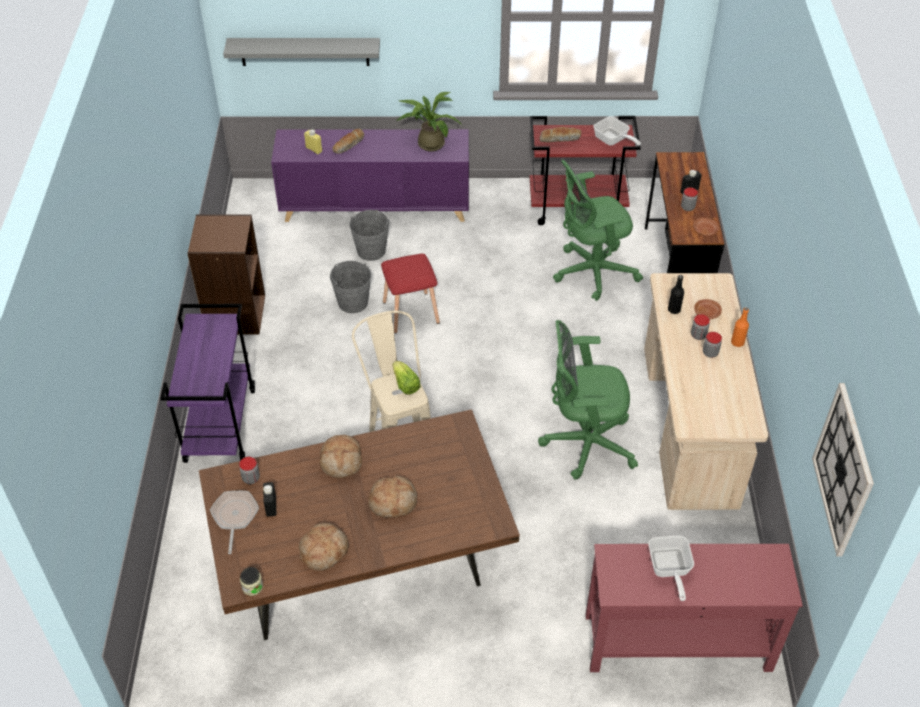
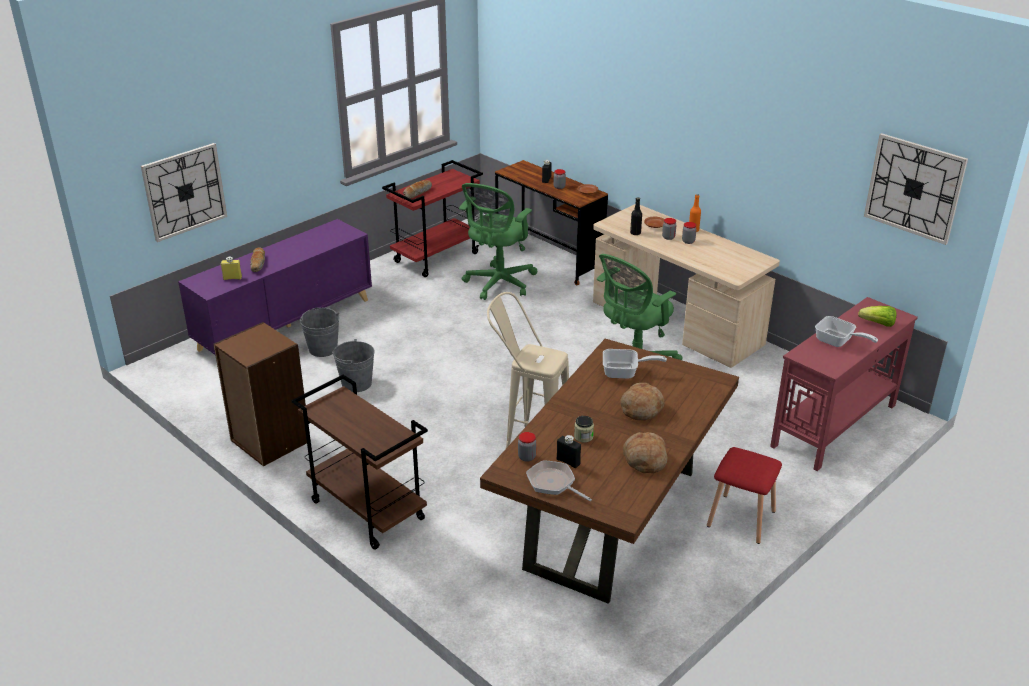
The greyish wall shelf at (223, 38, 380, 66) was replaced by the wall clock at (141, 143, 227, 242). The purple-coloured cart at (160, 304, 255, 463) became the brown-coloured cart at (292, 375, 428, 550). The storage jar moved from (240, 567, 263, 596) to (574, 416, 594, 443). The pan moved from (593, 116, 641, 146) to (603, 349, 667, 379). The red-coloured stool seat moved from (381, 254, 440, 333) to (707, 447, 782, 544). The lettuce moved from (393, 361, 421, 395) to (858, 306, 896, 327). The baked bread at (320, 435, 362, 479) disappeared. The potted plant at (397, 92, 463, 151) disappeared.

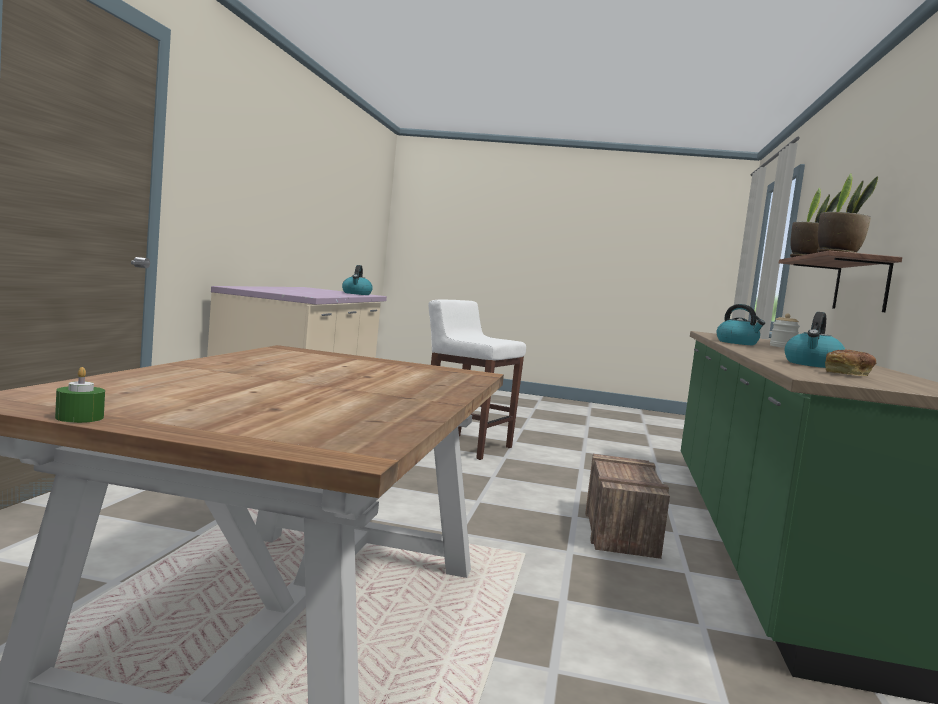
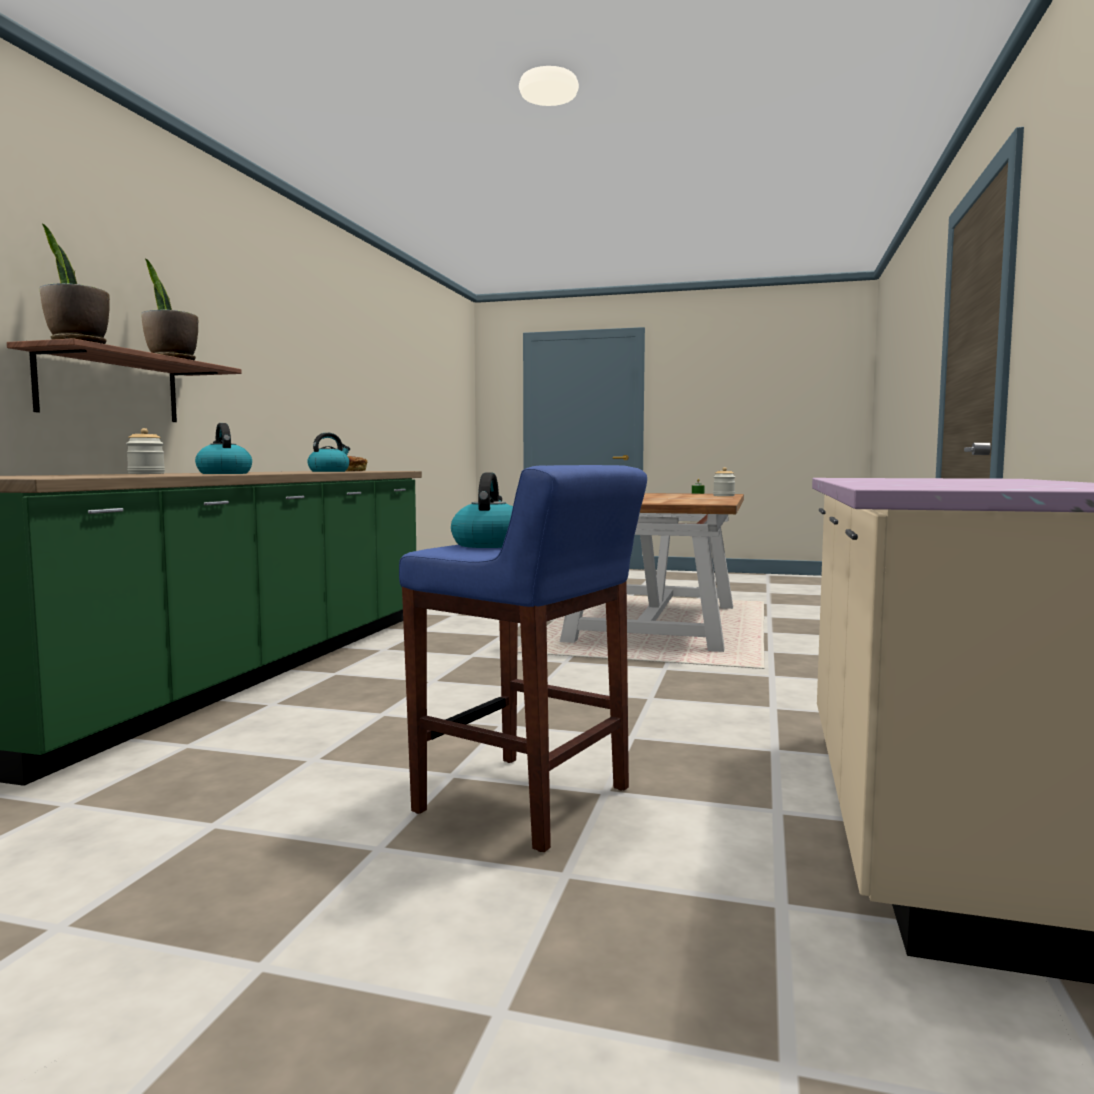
The white-coloured stool seat at (428, 299, 526, 460) became the blue-coloured stool seat at (399, 465, 647, 852). The water kettle moved from (342, 265, 373, 295) to (451, 472, 513, 548). The storage jar at (713, 467, 735, 496) appeared. The packing crate at (585, 454, 670, 559) disappeared.

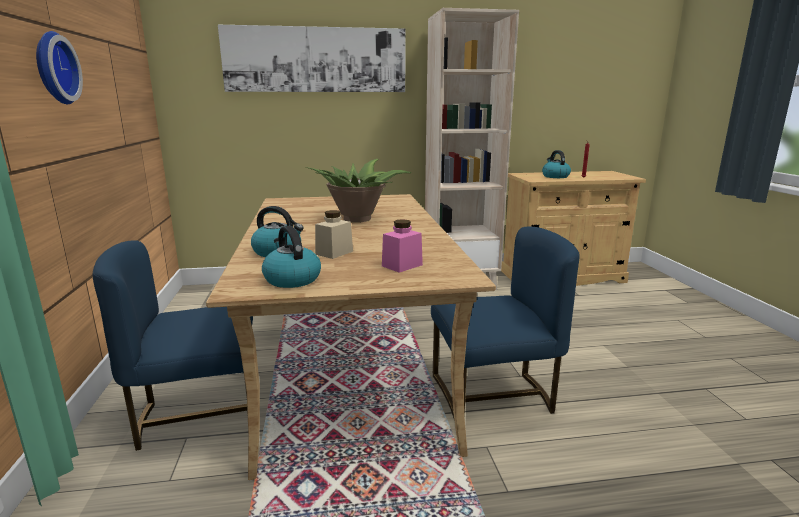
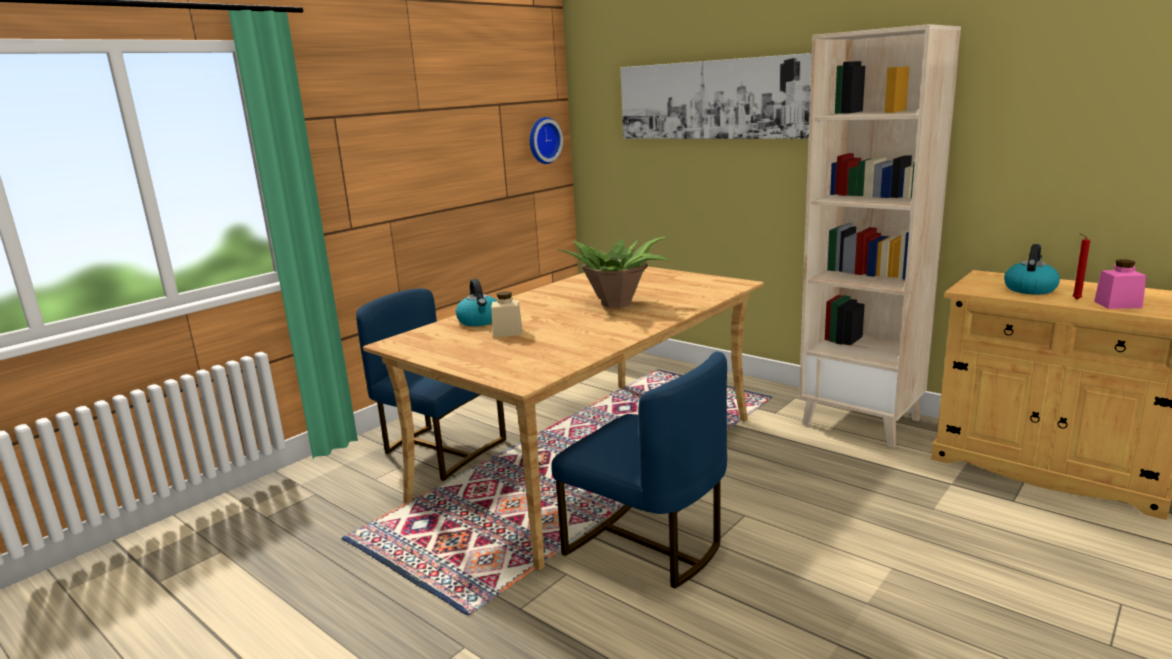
The wall clock moved from (36, 31, 83, 104) to (530, 117, 563, 164). The pinkish storage jar moved from (382, 219, 423, 273) to (1094, 259, 1147, 309). The water kettle at (262, 226, 321, 288) disappeared.

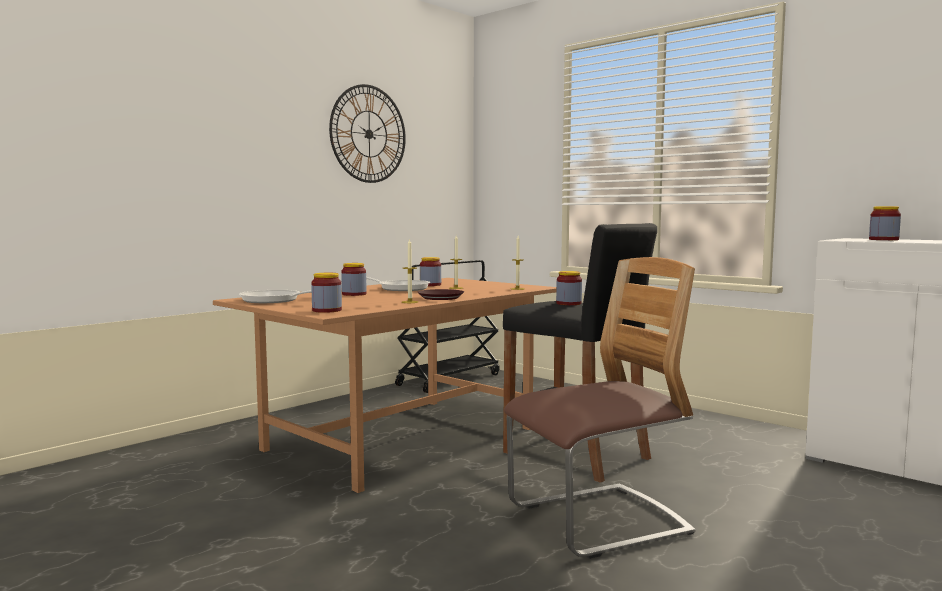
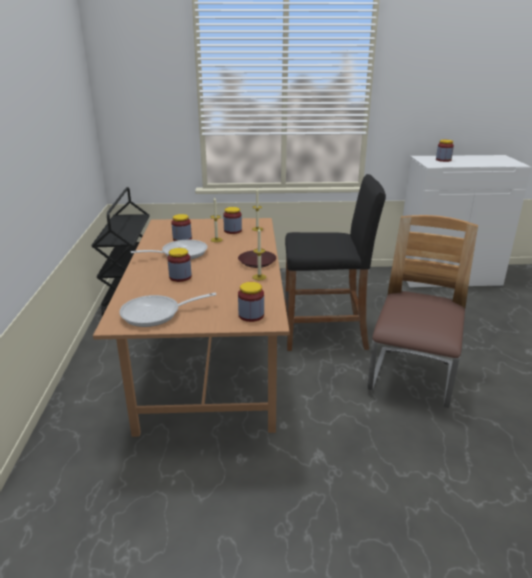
The storage jar moved from (556, 271, 582, 305) to (223, 207, 242, 234). The wall clock at (329, 84, 406, 183) disappeared.

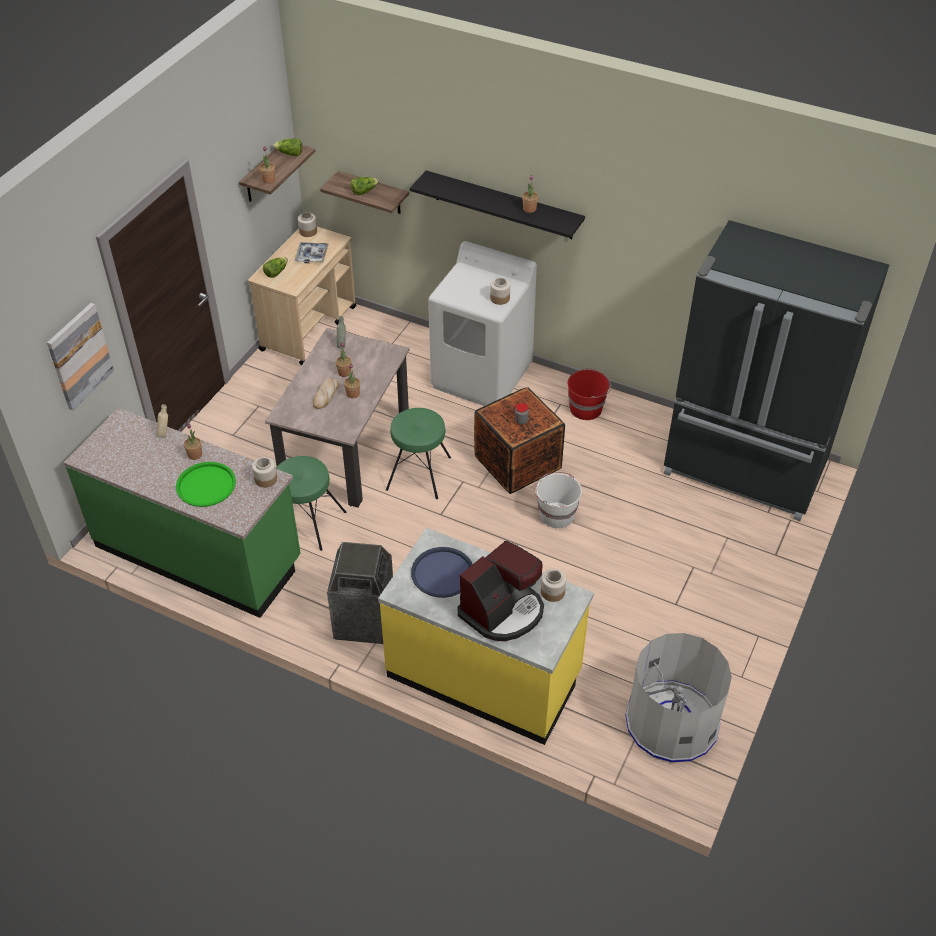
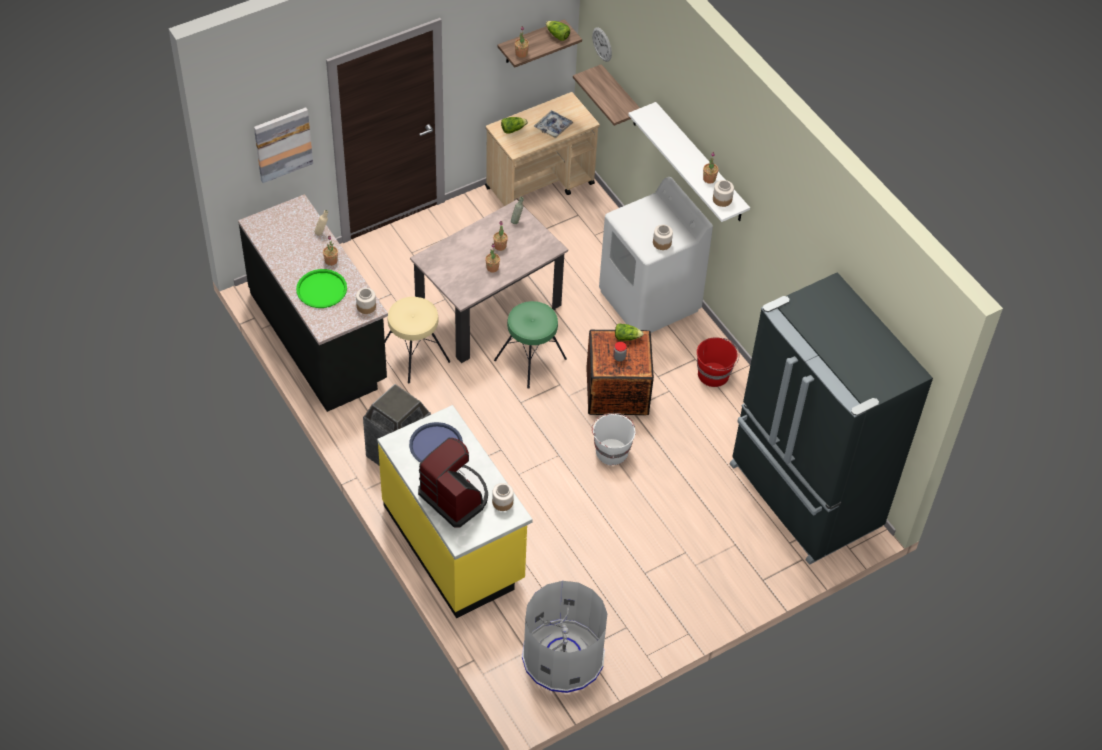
The greenish kitchen counter at (64, 408, 301, 618) became the blackish kitchen counter at (238, 194, 388, 412). The greenish stool seat at (276, 456, 346, 551) became the beige stool seat at (385, 297, 450, 383). The coffee machine at (458, 541, 544, 641) turned 120 degrees counterclockwise. The wall clock at (592, 27, 612, 62) appeared. The lettuce moved from (350, 177, 379, 195) to (615, 323, 644, 341). The blackish wall shelf at (410, 170, 585, 239) became the white-coloured wall shelf at (628, 102, 750, 222). The storage jar moved from (298, 212, 317, 237) to (713, 180, 734, 207). The baked bread at (313, 378, 339, 409) disappeared.

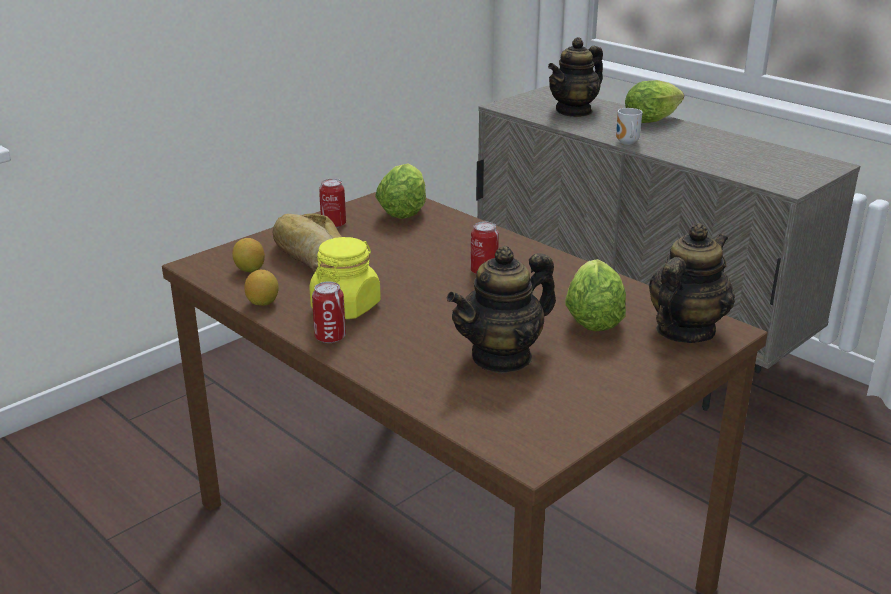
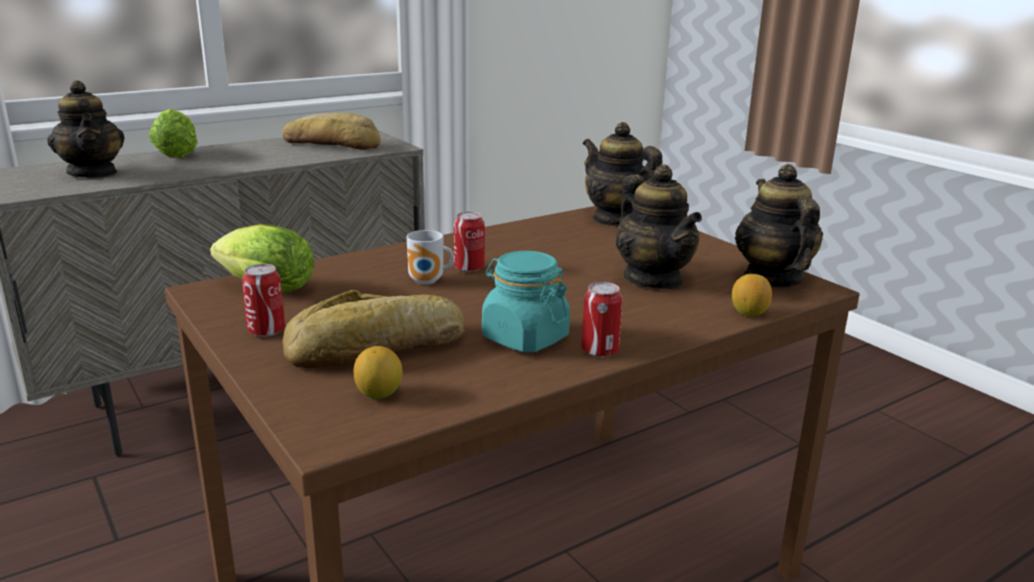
The baked bread at (282, 113, 381, 150) appeared. The tea mug moved from (616, 108, 642, 145) to (407, 230, 454, 285). The yellowish storage jar at (309, 237, 381, 319) became the turquoise storage jar at (482, 251, 570, 353). The lemon moved from (244, 270, 279, 306) to (732, 274, 772, 316). The teapot at (735, 164, 823, 288) appeared. The lettuce at (565, 259, 626, 332) disappeared.

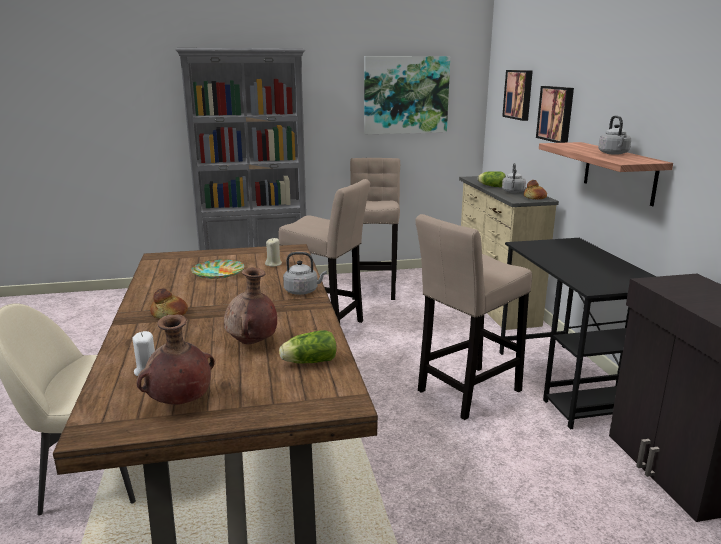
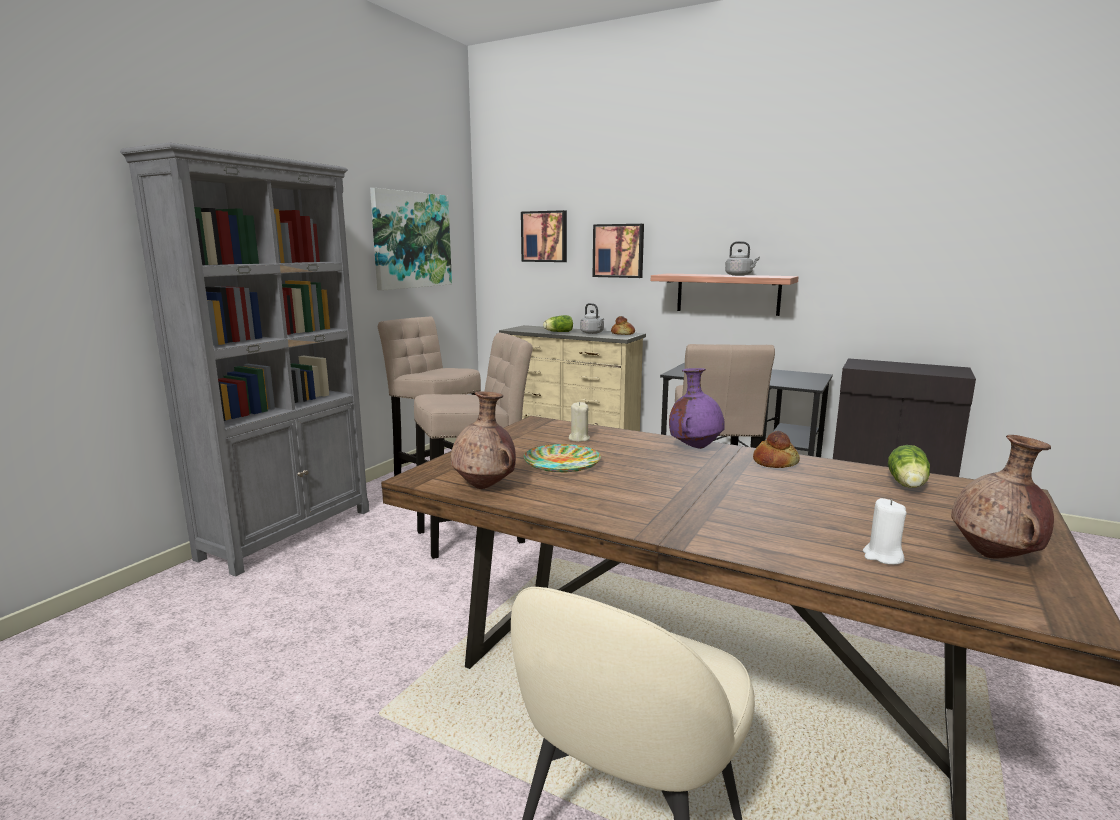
The brown-coloured flower vase moved from (224, 268, 277, 345) to (451, 391, 516, 489). The greyish water kettle at (283, 252, 327, 295) was replaced by the purple-coloured flower vase at (669, 368, 725, 449). The baked bread moved from (150, 289, 188, 319) to (753, 431, 800, 468).

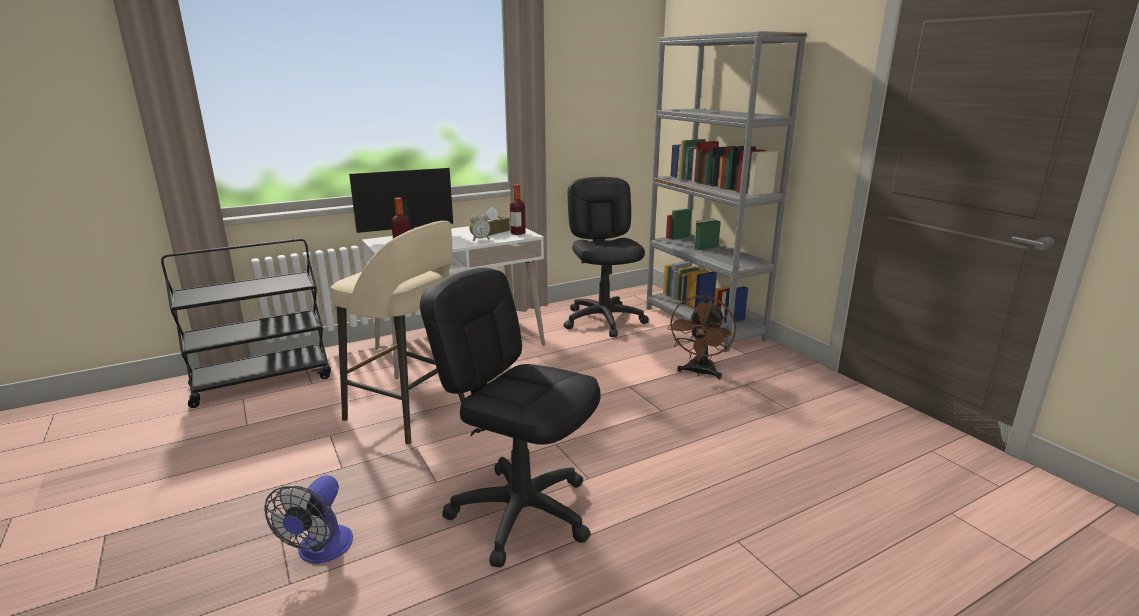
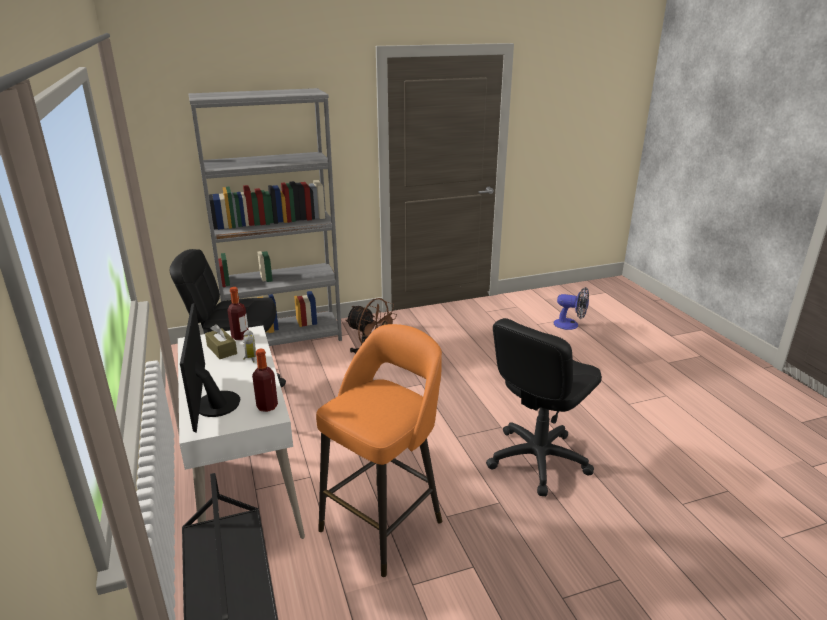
The beige stool seat at (331, 221, 465, 444) became the orange-coloured stool seat at (316, 324, 442, 577). The fan moved from (265, 475, 353, 563) to (554, 287, 589, 330).

